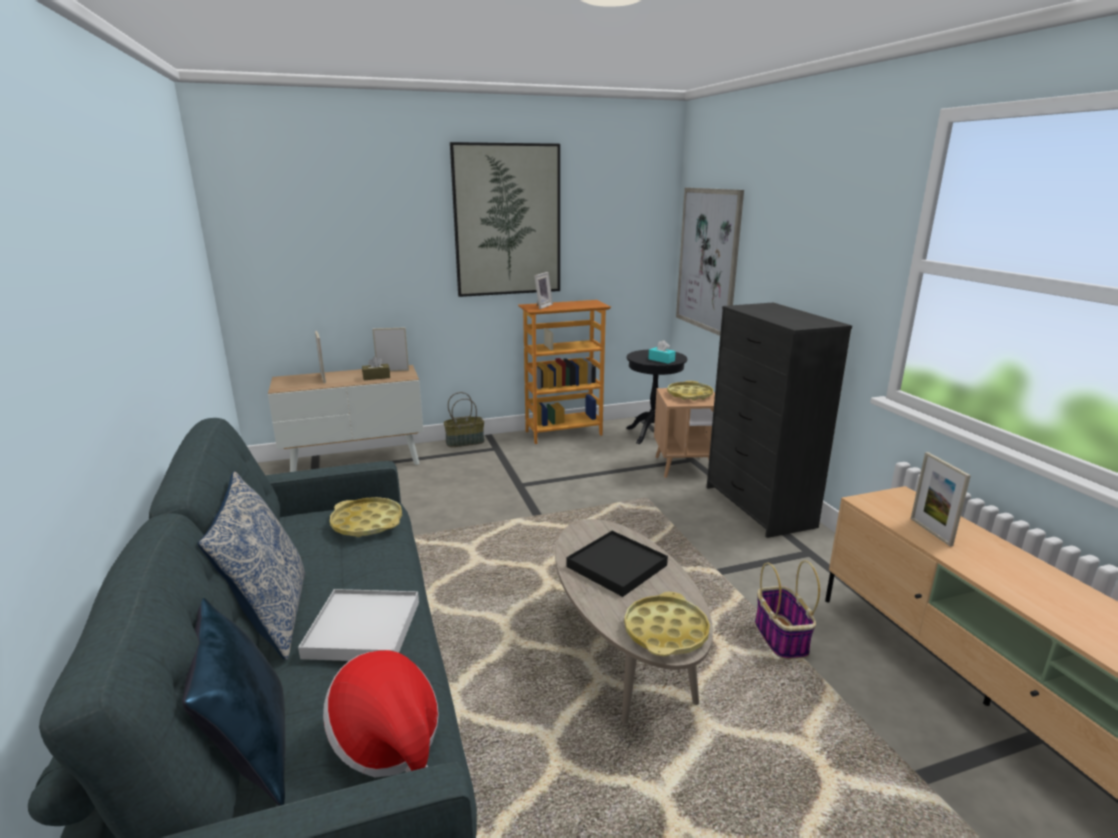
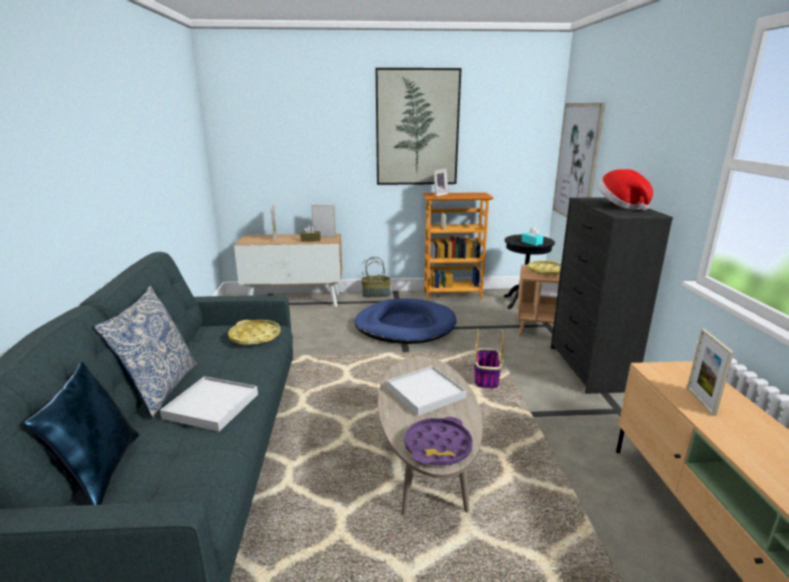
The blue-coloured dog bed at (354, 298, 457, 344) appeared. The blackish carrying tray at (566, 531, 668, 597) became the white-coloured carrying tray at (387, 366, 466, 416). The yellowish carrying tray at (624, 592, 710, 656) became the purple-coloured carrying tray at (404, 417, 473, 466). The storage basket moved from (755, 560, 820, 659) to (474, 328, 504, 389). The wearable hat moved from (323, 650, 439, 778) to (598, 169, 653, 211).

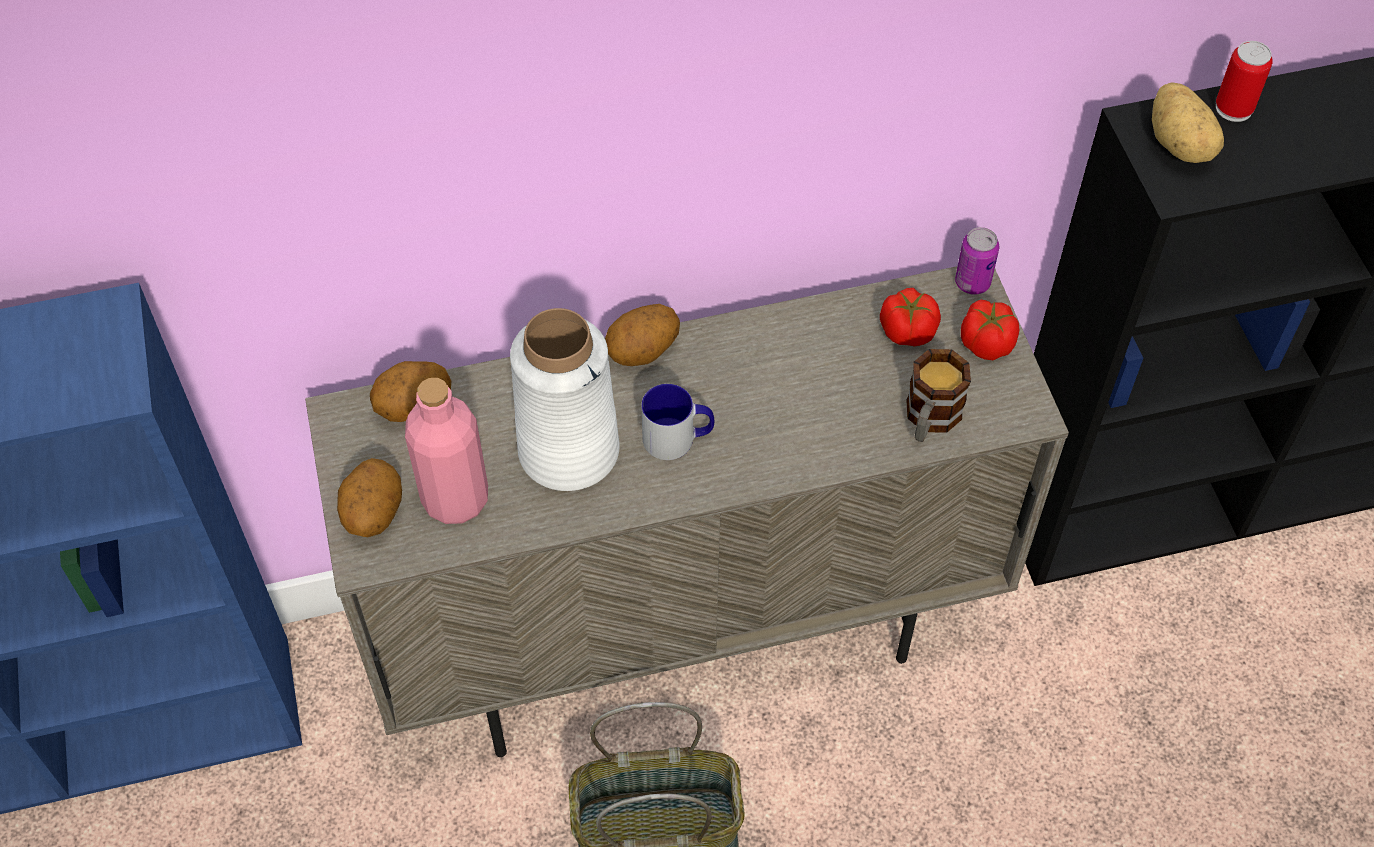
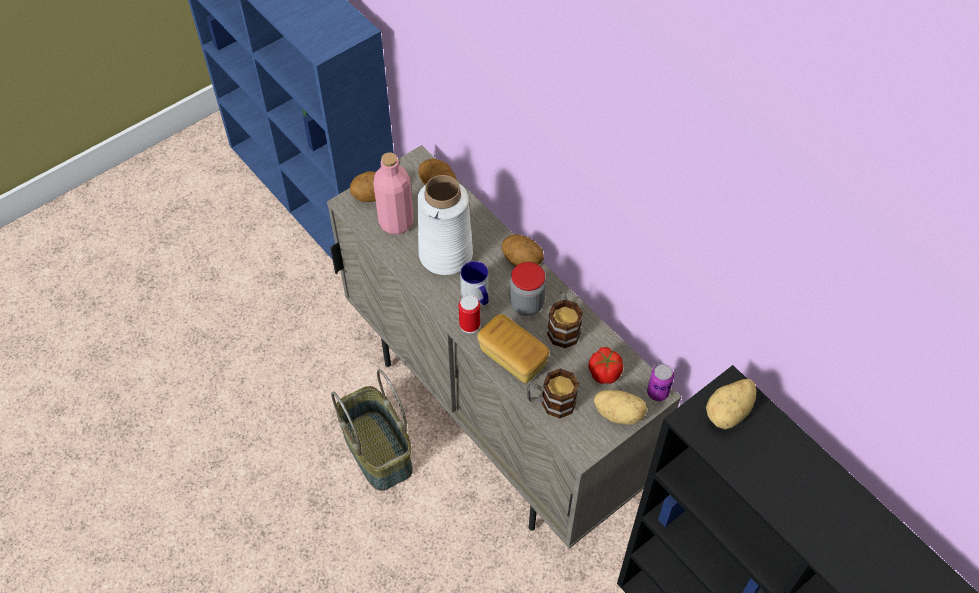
The sealed can moved from (1216, 41, 1273, 122) to (459, 295, 480, 333). The baked bread at (477, 314, 549, 383) appeared. The storage jar at (509, 262, 546, 316) appeared. The tea mug at (547, 291, 583, 348) appeared. The tomato at (961, 300, 1019, 360) was replaced by the spud at (594, 390, 647, 425).

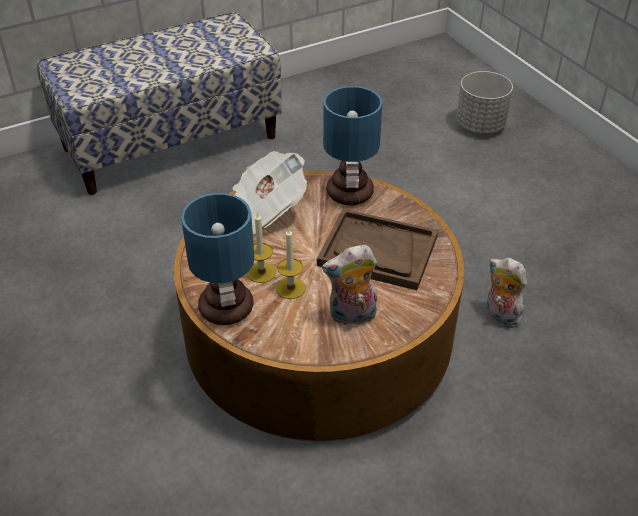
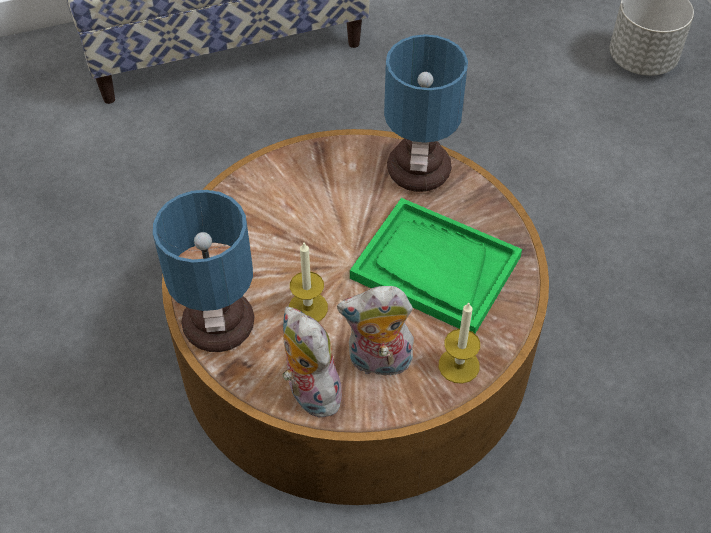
The soft toy moved from (486, 257, 527, 328) to (283, 307, 342, 418). The brown-coloured carrying tray at (317, 209, 438, 290) became the greenish carrying tray at (350, 198, 522, 334). The candle moved from (247, 212, 276, 283) to (439, 303, 480, 384). The newspaper at (232, 151, 307, 234) disappeared.

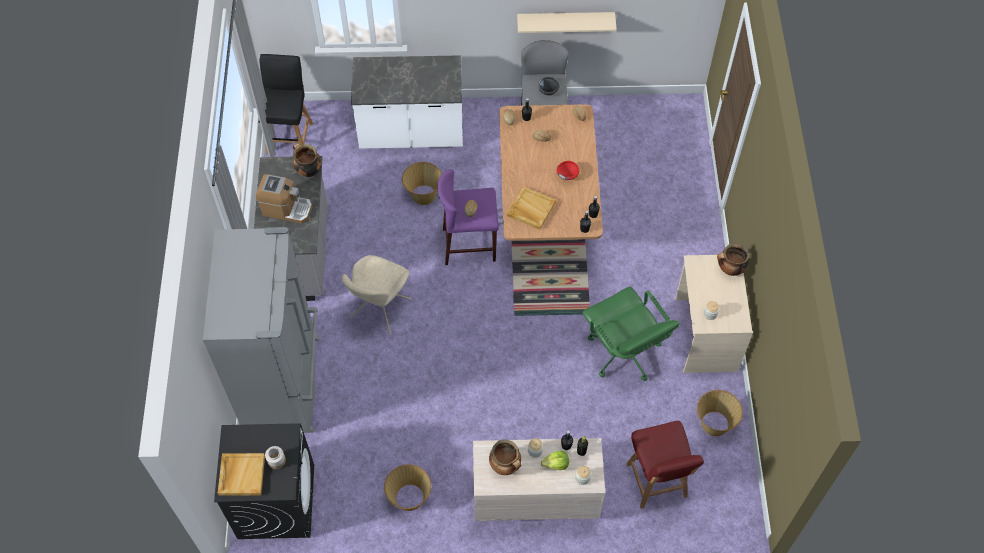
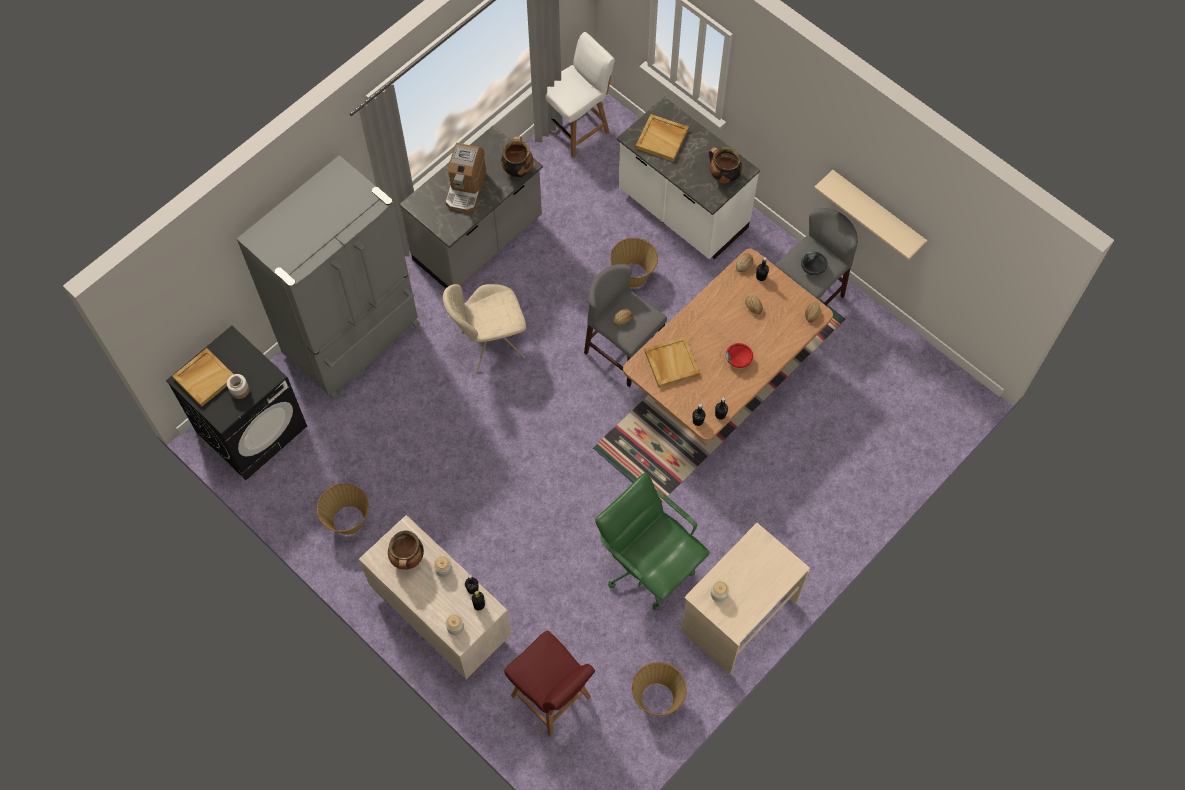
The coffee machine at (256, 174, 312, 223) turned 45 degrees clockwise. The red-coloured upright chair at (626, 421, 704, 509) turned 75 degrees counterclockwise. The blackish upright chair at (259, 54, 313, 154) became the white-coloured upright chair at (545, 32, 615, 158). The purple-coloured stool seat at (437, 169, 499, 265) became the greyish stool seat at (584, 264, 667, 387). The greenish computer chair at (583, 287, 680, 381) turned 120 degrees clockwise. The beige carrying tray at (635, 114, 689, 162) appeared. The stockpot moved from (717, 243, 749, 276) to (709, 147, 742, 184). The lettuce at (541, 451, 569, 470) disappeared.

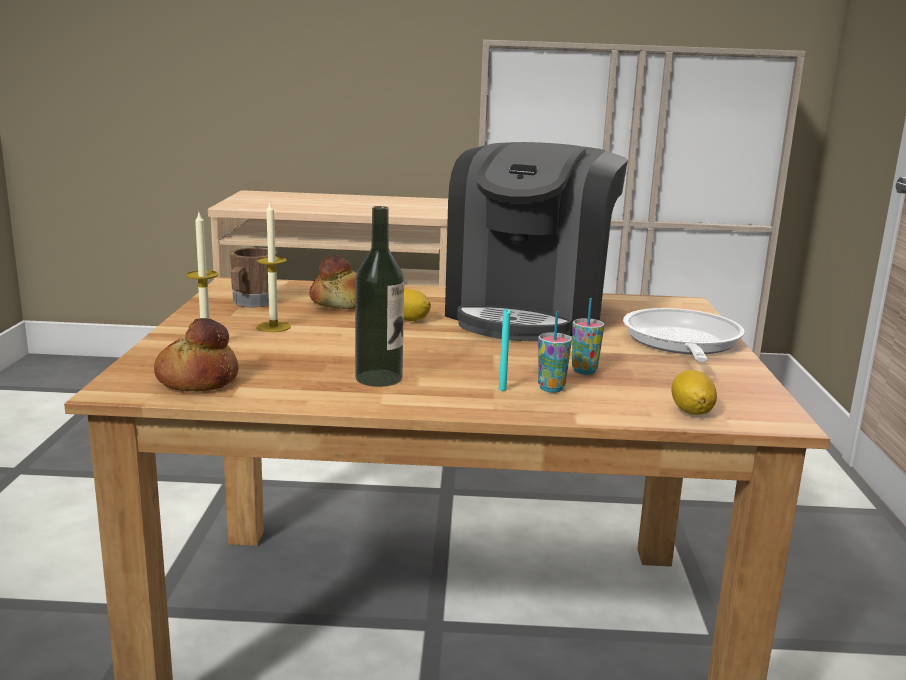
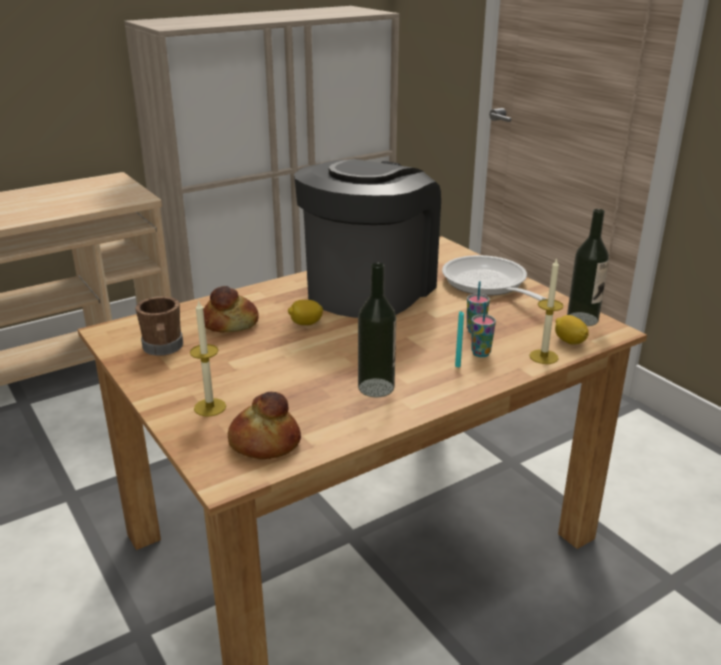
The coffee machine at (445, 142, 628, 342) turned 135 degrees counterclockwise. The candle moved from (257, 203, 291, 332) to (529, 257, 563, 364). The drink bottle at (567, 209, 609, 326) appeared.

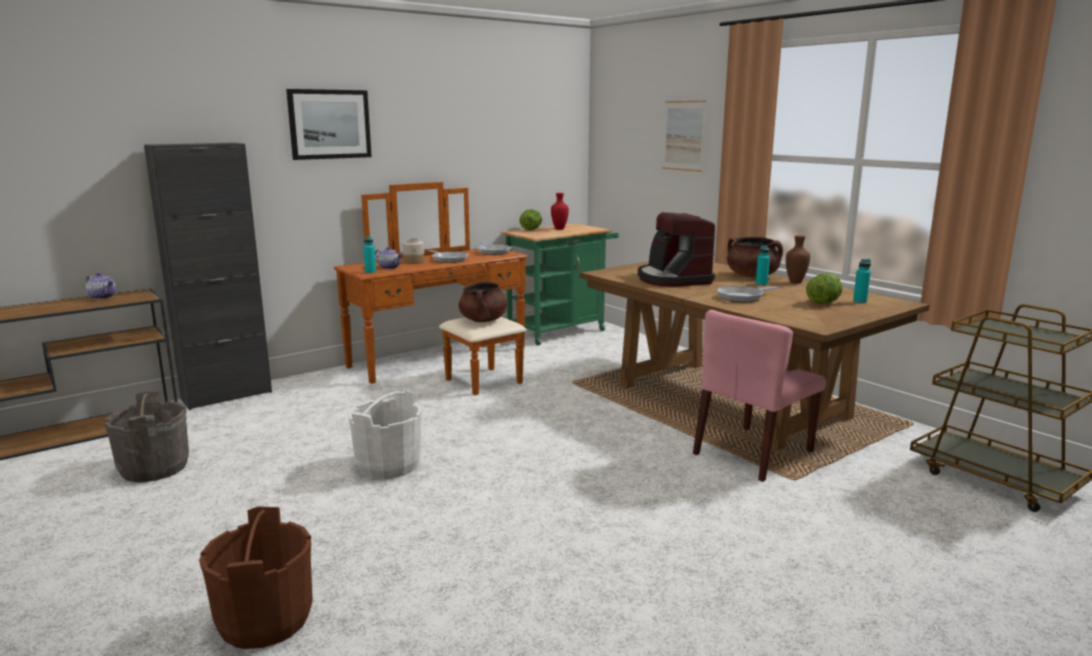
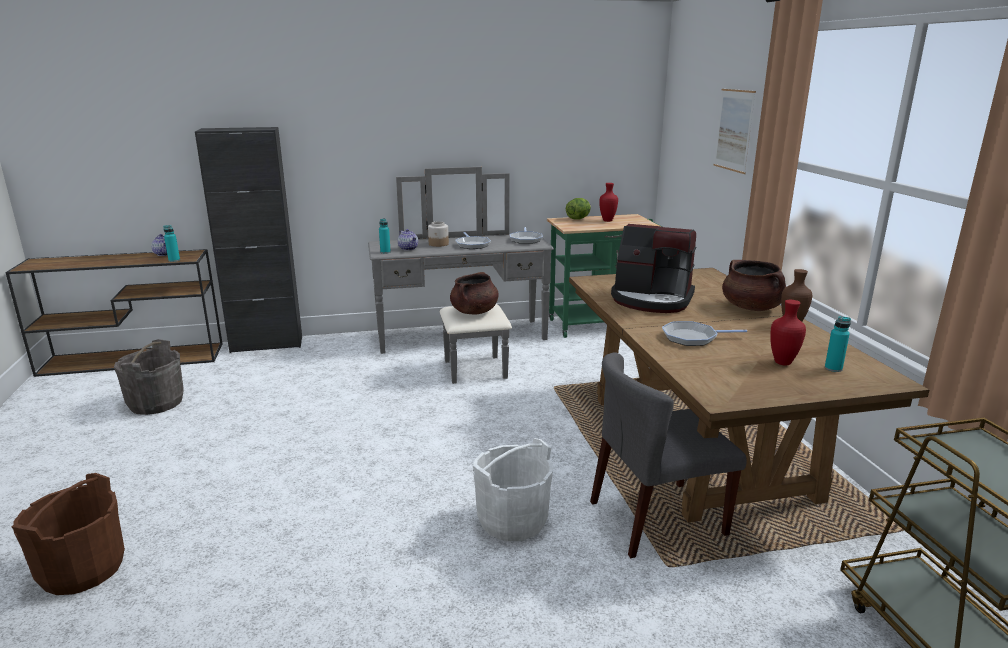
The turquoise drink bottle moved from (756, 245, 770, 286) to (163, 225, 180, 262). The brown-coloured drawer chest at (334, 182, 528, 395) became the greyish drawer chest at (368, 167, 554, 384). The white-coloured pail moved from (348, 389, 422, 479) to (473, 438, 553, 541). The pinkish upright chair at (693, 310, 826, 482) became the greyish upright chair at (590, 353, 747, 558). The coffee machine at (638, 212, 715, 287) turned 75 degrees counterclockwise. The lettuce at (806, 274, 842, 304) was replaced by the red-coloured flower vase at (770, 300, 806, 366). The wall picture at (286, 89, 372, 160) disappeared.

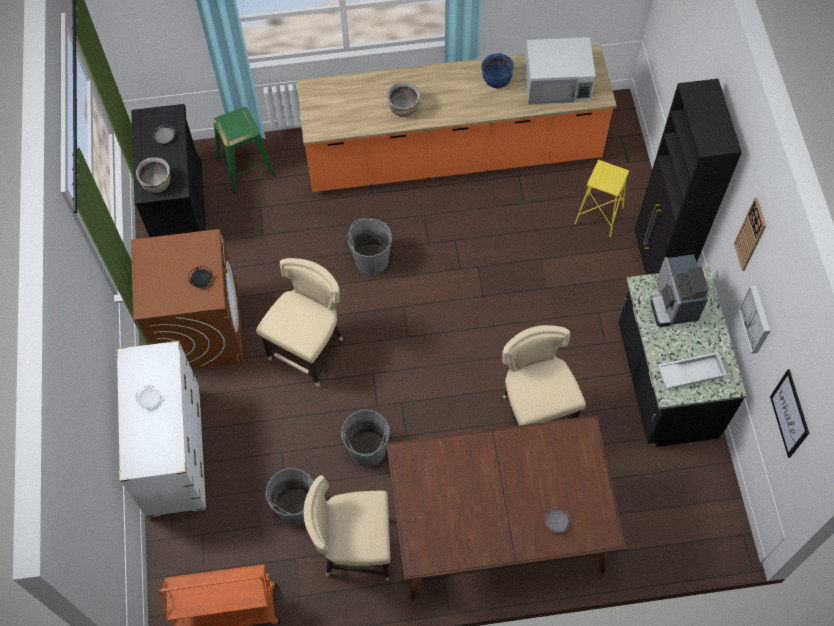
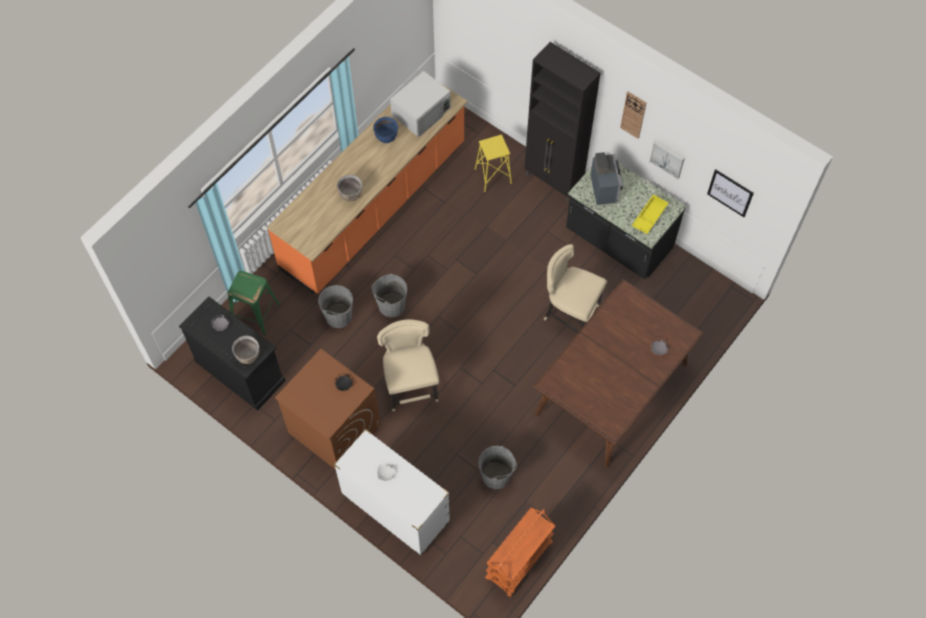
The greyish pail moved from (341, 410, 390, 467) to (318, 285, 353, 328). The coffee machine at (651, 254, 709, 327) turned 135 degrees counterclockwise. The white-coloured carrying tray at (658, 352, 727, 388) became the yellowish carrying tray at (632, 195, 668, 234). The beige upright chair at (304, 475, 390, 580) disappeared.

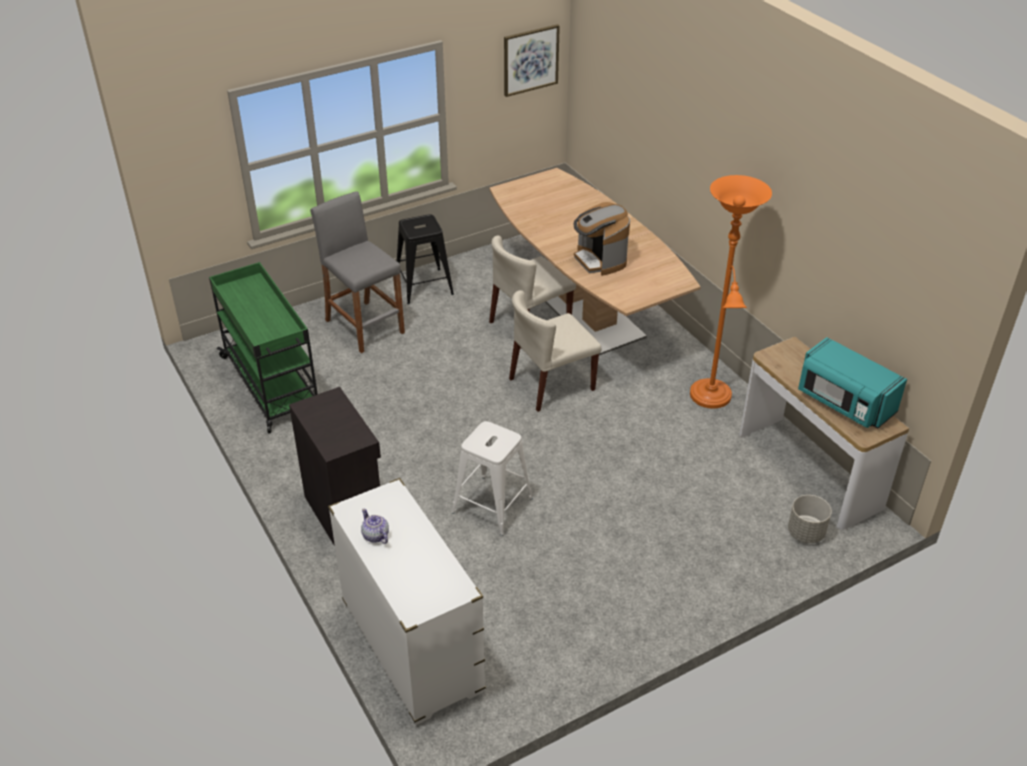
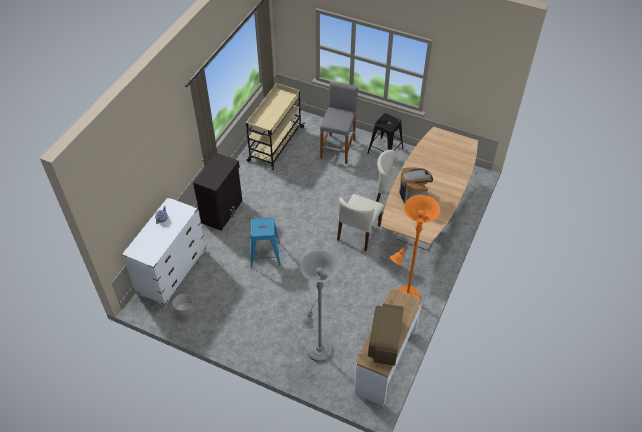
The greyish plant pot moved from (788, 495, 832, 543) to (173, 294, 195, 319). The greenish cart at (209, 262, 318, 434) became the beige cart at (246, 83, 305, 170). The white-coloured stool seat at (452, 421, 533, 536) became the blue-coloured stool seat at (250, 218, 281, 268). The greyish standing lamp at (299, 251, 339, 362) appeared. The beige upright chair at (509, 290, 601, 412) turned 90 degrees counterclockwise. The turquoise microwave at (798, 337, 907, 428) became the brown-coloured microwave at (368, 303, 404, 366). The coffee machine at (573, 202, 630, 276) turned 135 degrees clockwise. The wall picture at (504, 24, 560, 97) disappeared.

